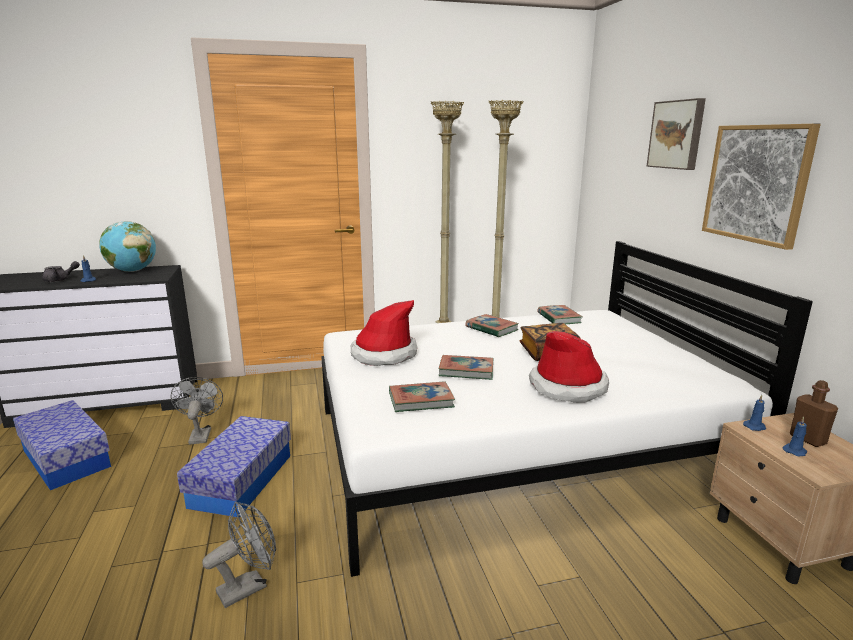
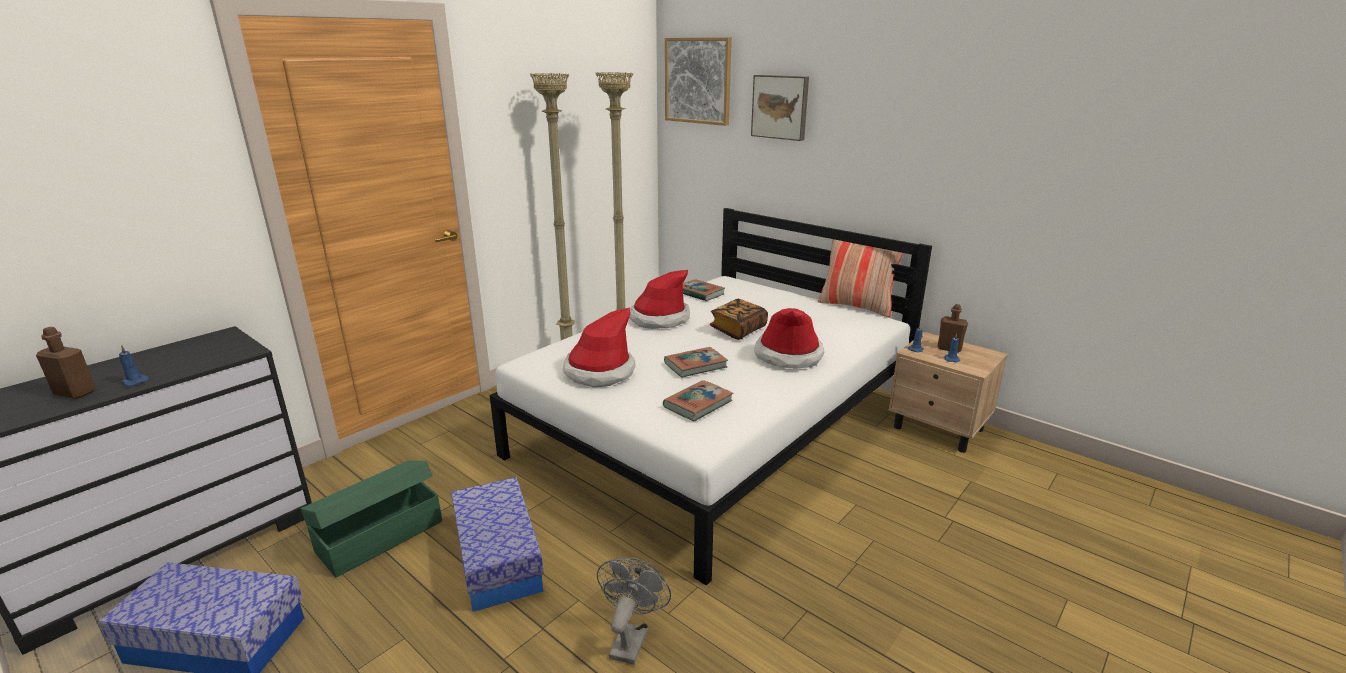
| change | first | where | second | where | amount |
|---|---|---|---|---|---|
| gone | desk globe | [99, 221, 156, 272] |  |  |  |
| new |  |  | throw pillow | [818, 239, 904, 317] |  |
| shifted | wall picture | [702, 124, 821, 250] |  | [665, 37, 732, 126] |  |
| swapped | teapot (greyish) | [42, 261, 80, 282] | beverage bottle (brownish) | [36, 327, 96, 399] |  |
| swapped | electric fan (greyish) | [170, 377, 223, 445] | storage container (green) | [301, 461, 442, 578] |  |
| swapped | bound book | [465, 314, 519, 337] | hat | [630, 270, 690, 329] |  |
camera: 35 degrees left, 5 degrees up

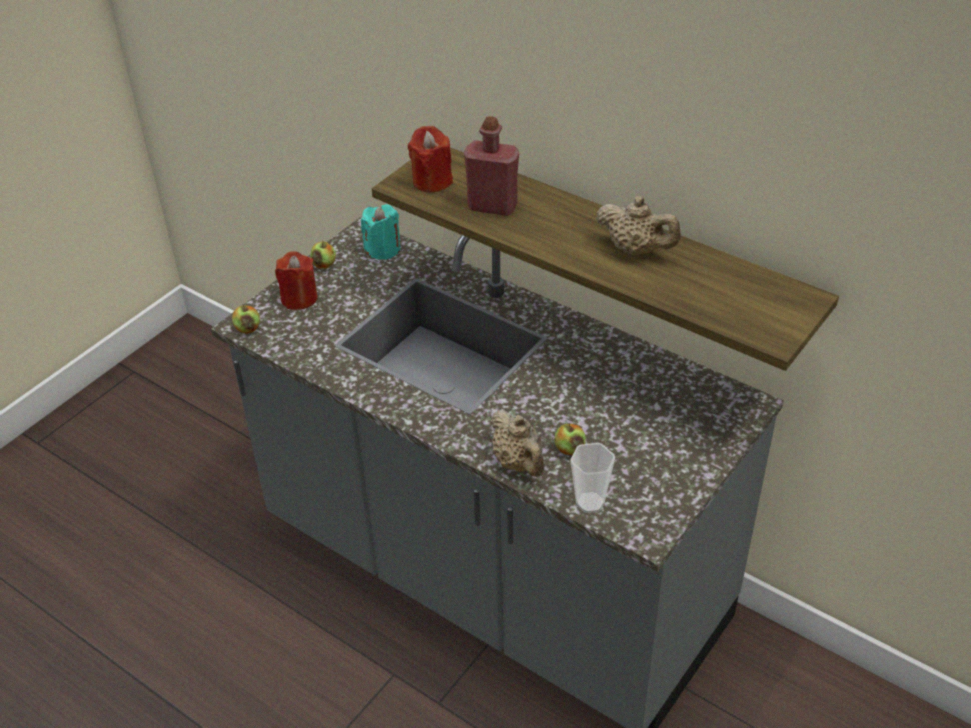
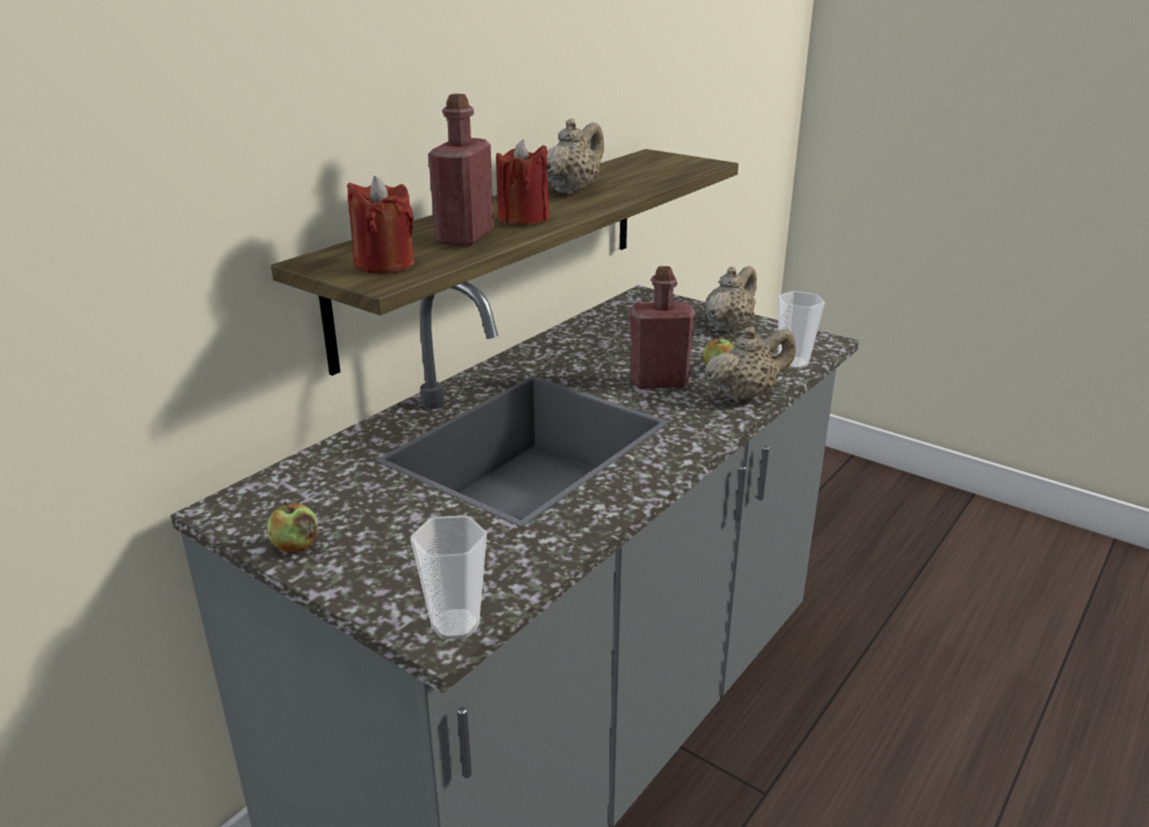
| change | first | where | second | where | amount |
|---|---|---|---|---|---|
| gone | wax light (turquoise-coloured) | [361, 204, 400, 260] |  |  |  |
| new |  |  | beverage bottle (reddish) | [630, 266, 696, 389] |  |
| new |  |  | teapot (beige-coloured) | [705, 266, 757, 333] |  |
| shifted | wax light (reddish) | [275, 251, 318, 310] |  | [496, 140, 550, 224] |  |
| swapped | apple fruit | [232, 304, 260, 334] | cup | [410, 515, 487, 640] |  |
camera: 90 degrees left, 15 degrees down

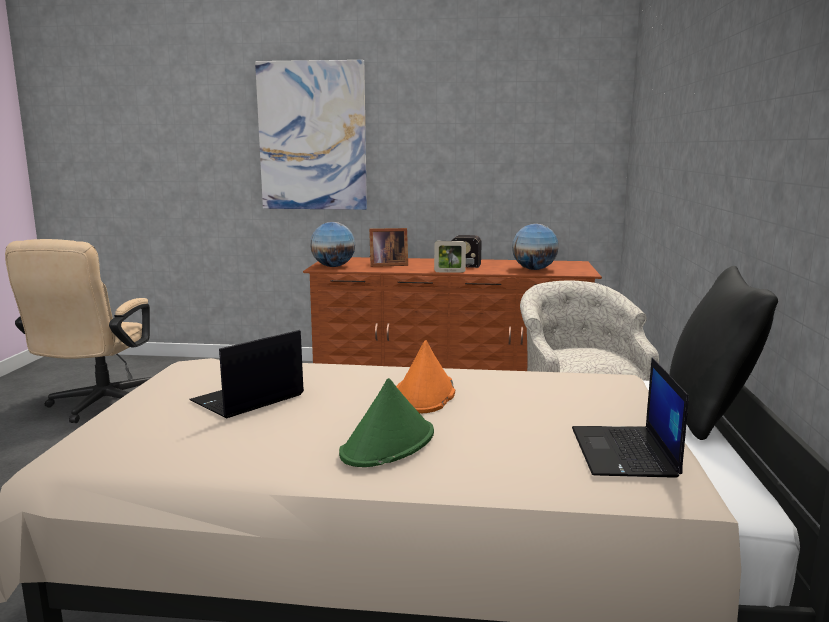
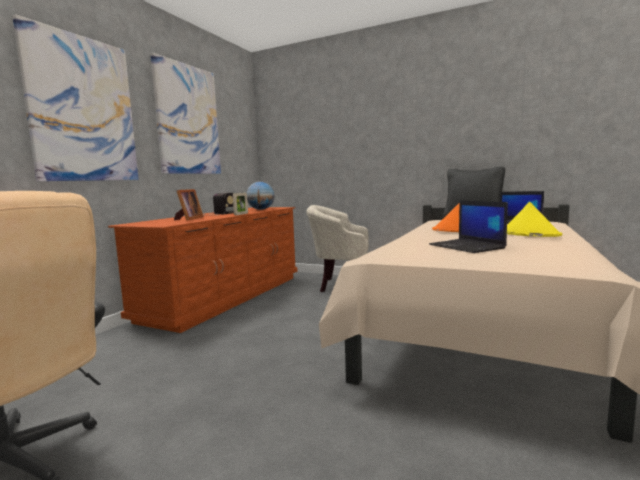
| change | first | where | second | where | amount |
|---|---|---|---|---|---|
| gone | desk globe | [310, 222, 355, 267] |  |  |  |
| new |  |  | wall picture | [150, 53, 221, 174] |  |
| repainted | hat (green) | [339, 378, 434, 467] | hat (yellowish) | [507, 202, 562, 237] |  |
camera: 70 degrees left, 5 degrees down

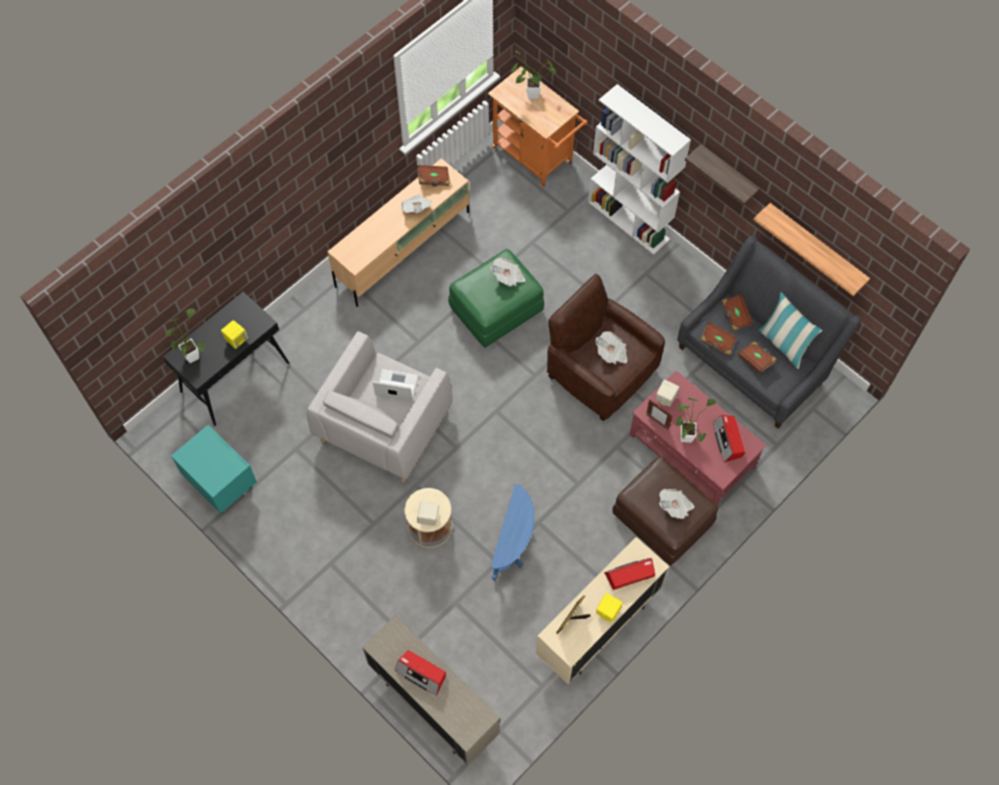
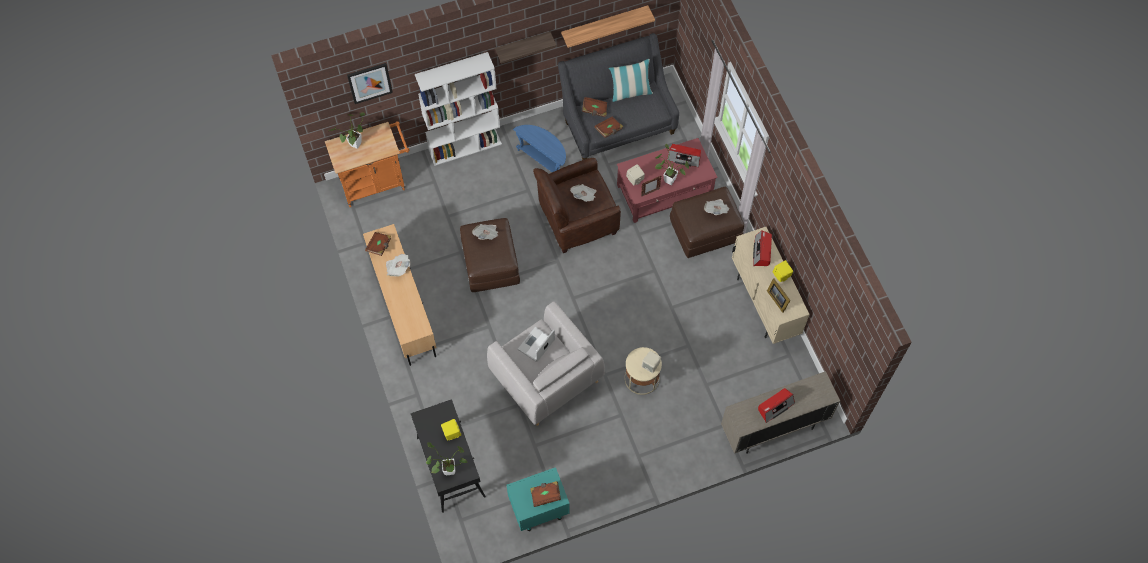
| change | first | where | second | where | amount |
|---|---|---|---|---|---|
| new |  |  | wall picture | [347, 63, 393, 104] |  |
| shifted | end table (blue-coloured) | [490, 484, 535, 581] |  | [513, 125, 566, 172] |  |
| shifted | bound book (brownish) | [738, 341, 777, 373] |  | [530, 481, 561, 507] |  |
| repainted | footrest (green) | [448, 249, 544, 348] | footrest (brownish) | [460, 218, 520, 292] |  |
camera: 65 degrees left, 0 degrees up

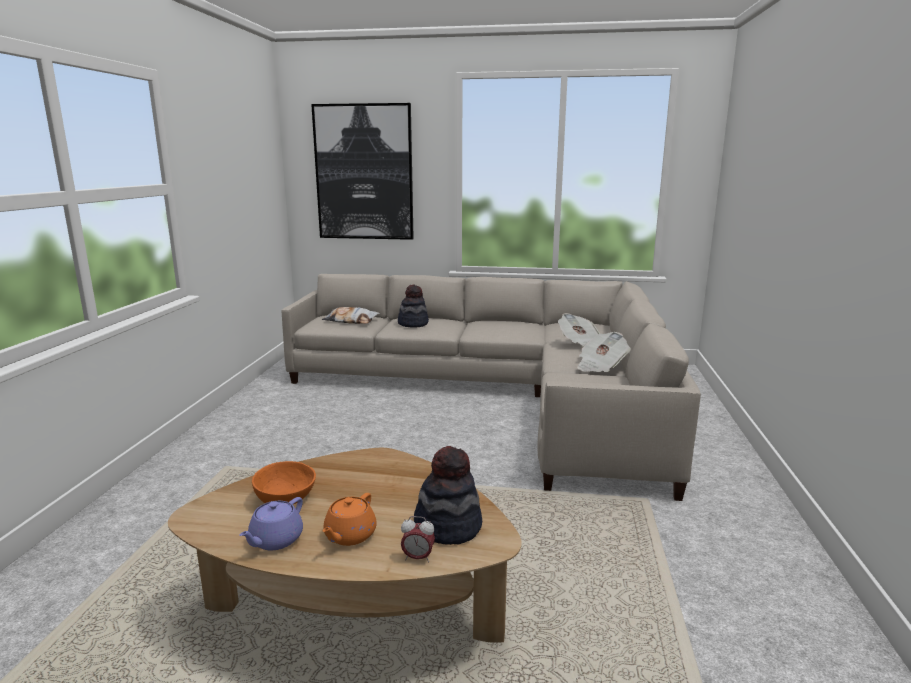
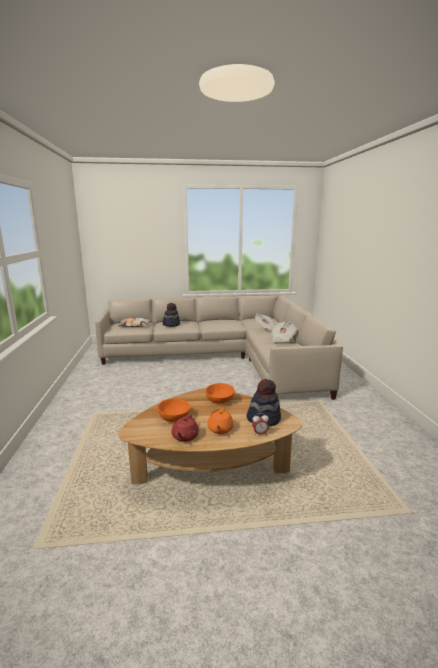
| change | first | where | second | where | amount |
|---|---|---|---|---|---|
| gone | wall picture | [311, 103, 414, 240] |  |  |  |
| new |  |  | deep dish (orange) | [205, 383, 235, 404] |  |
| repainted | teapot (purple-coloured) | [239, 497, 303, 550] | teapot (reddish) | [172, 414, 199, 442] |  |
camera: 15 degrees left, 0 degrees up

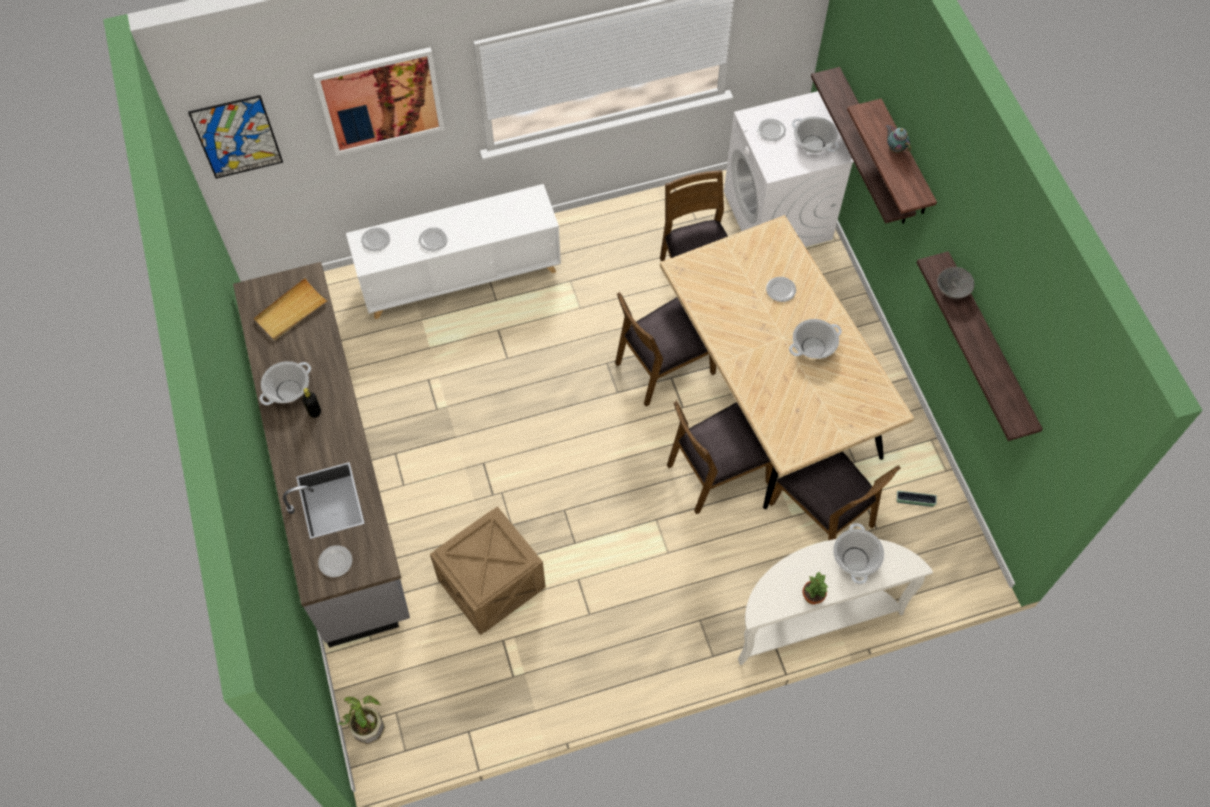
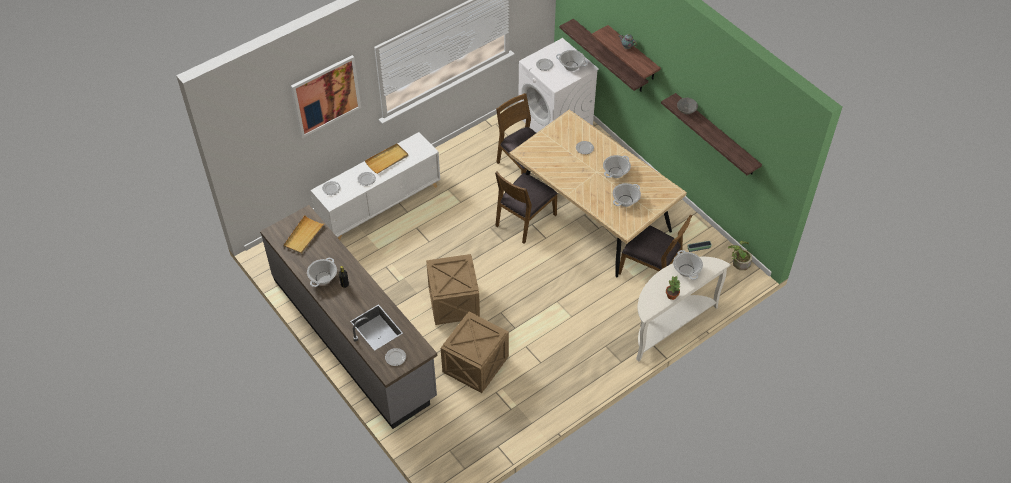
| change | first | where | second | where | amount |
|---|---|---|---|---|---|
| gone | wall picture | [188, 95, 283, 179] |  |  |  |
| gone | plain chair (brownish) | [667, 401, 773, 514] |  |  |  |
| new |  |  | tray (beige-coloured) | [365, 144, 408, 174] |  |
| new |  |  | packing crate | [426, 254, 480, 325] |  |
| new |  |  | saucepot | [613, 183, 641, 207] |  |
| shifted | houseplant | [338, 696, 385, 744] |  | [728, 241, 752, 270] |  |
camera: 20 degrees left, 10 degrees down

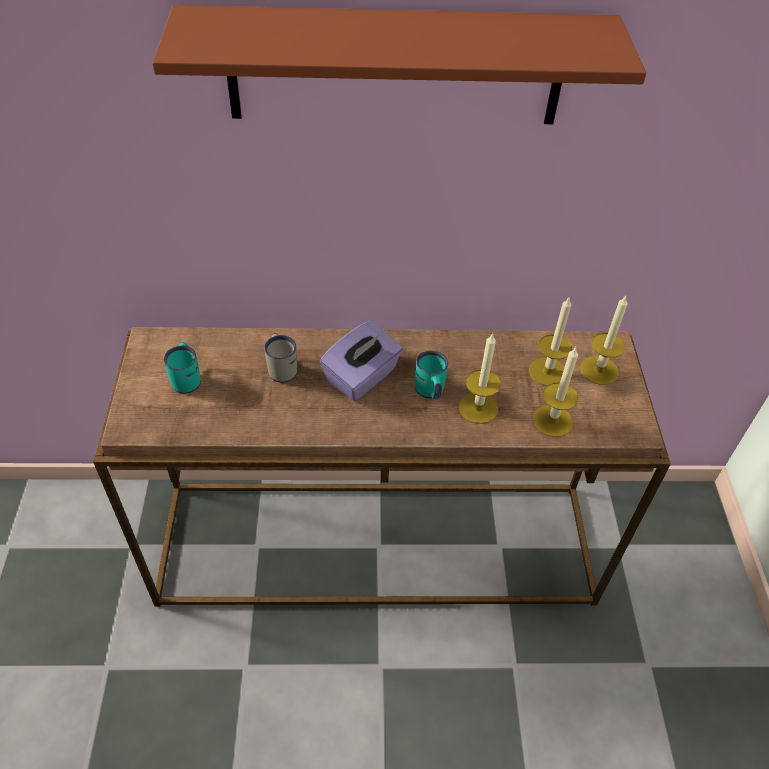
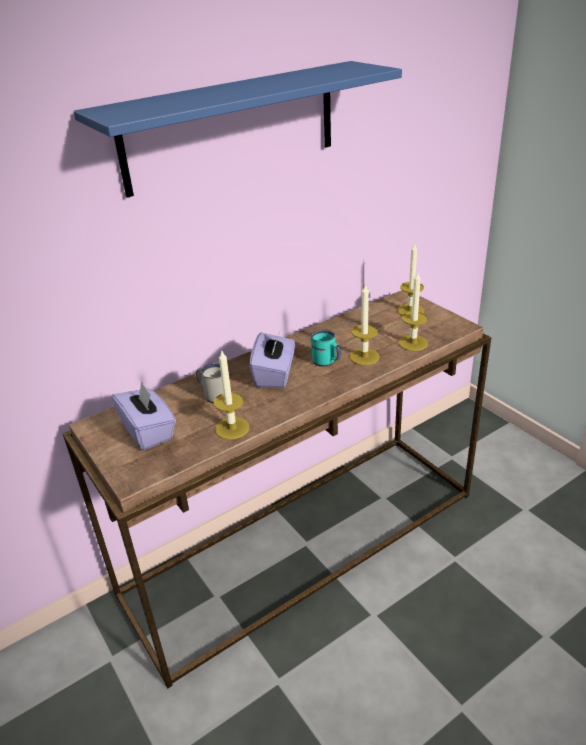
| change | first | where | second | where | amount |
|---|---|---|---|---|---|
| shifted | wax light | [529, 298, 572, 386] |  | [214, 349, 249, 440] |  |
| swapped | mug (turquoise-coloured) | [163, 343, 201, 394] | tissue box (purple-coloured) | [112, 381, 176, 451] |  |
| repainted | shelf (brownish) | [152, 5, 646, 124] | shelf (blue-coloured) | [74, 61, 402, 198] |  |
camera: 30 degrees left, 15 degrees down

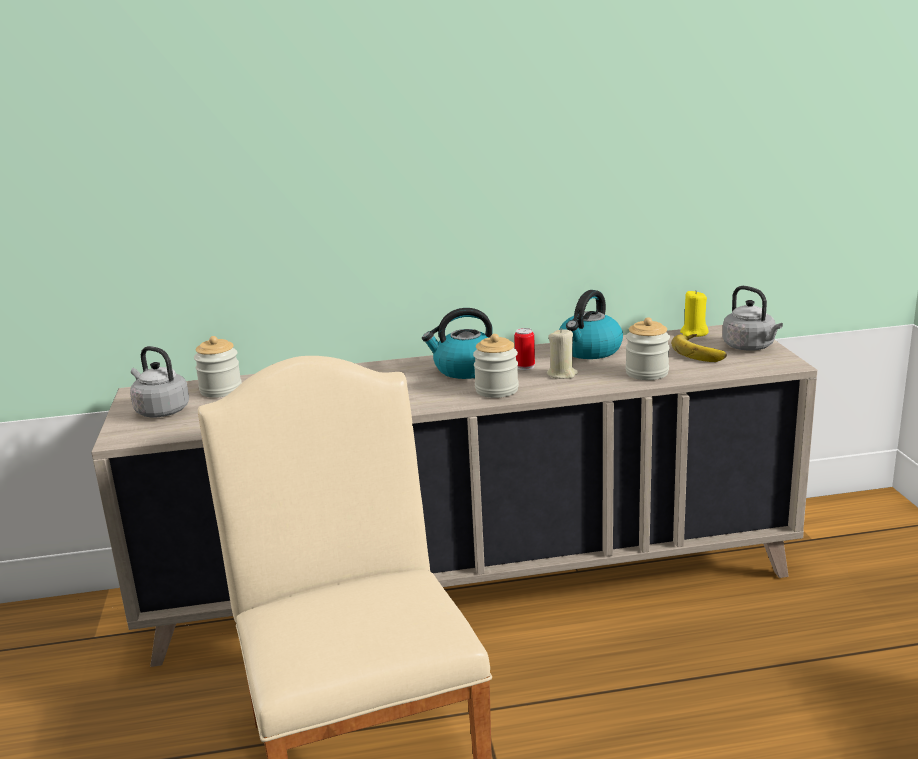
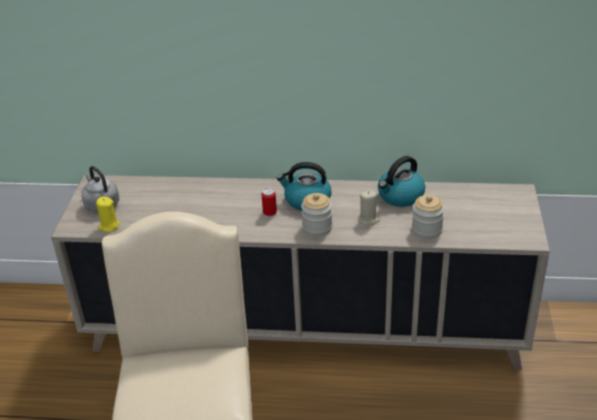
| change | first | where | second | where | amount |
|---|---|---|---|---|---|
| gone | jar | [194, 336, 242, 398] |  |  |  |
| gone | banana | [671, 334, 727, 362] |  |  |  |
| gone | water kettle (greyish) | [722, 286, 783, 351] |  |  |  |
| shifted | can | [514, 328, 535, 370] |  | [262, 188, 277, 218] |  |
| shifted | wax light (yellowish) | [680, 290, 709, 337] |  | [96, 197, 120, 232] |  |
camera: 15 degrees right, 15 degrees up

